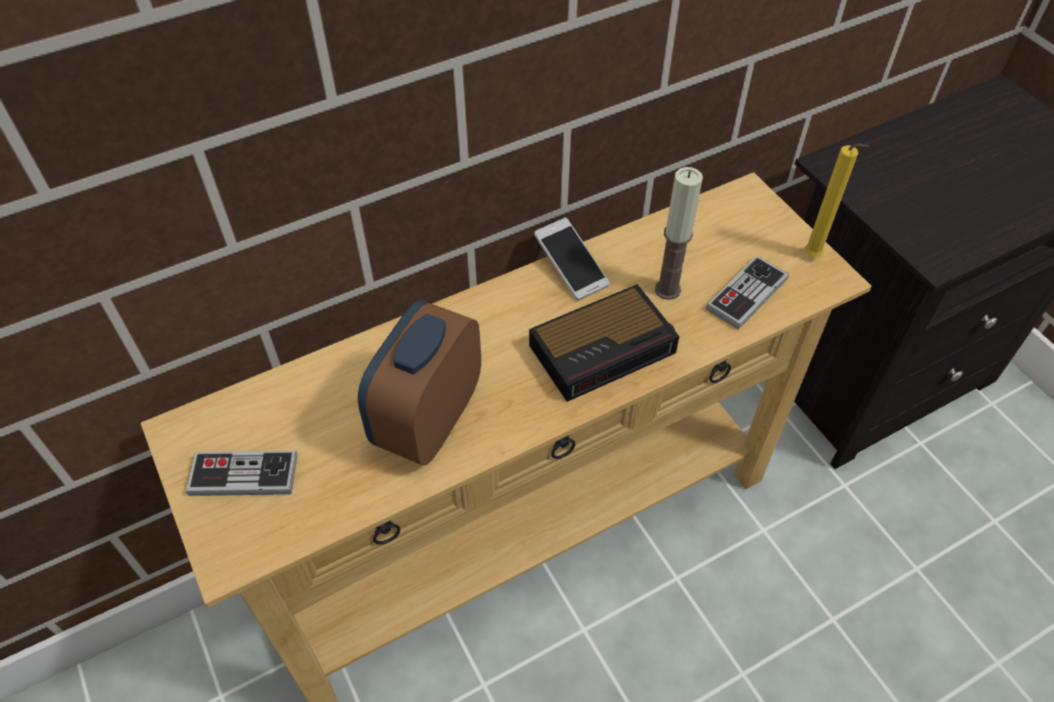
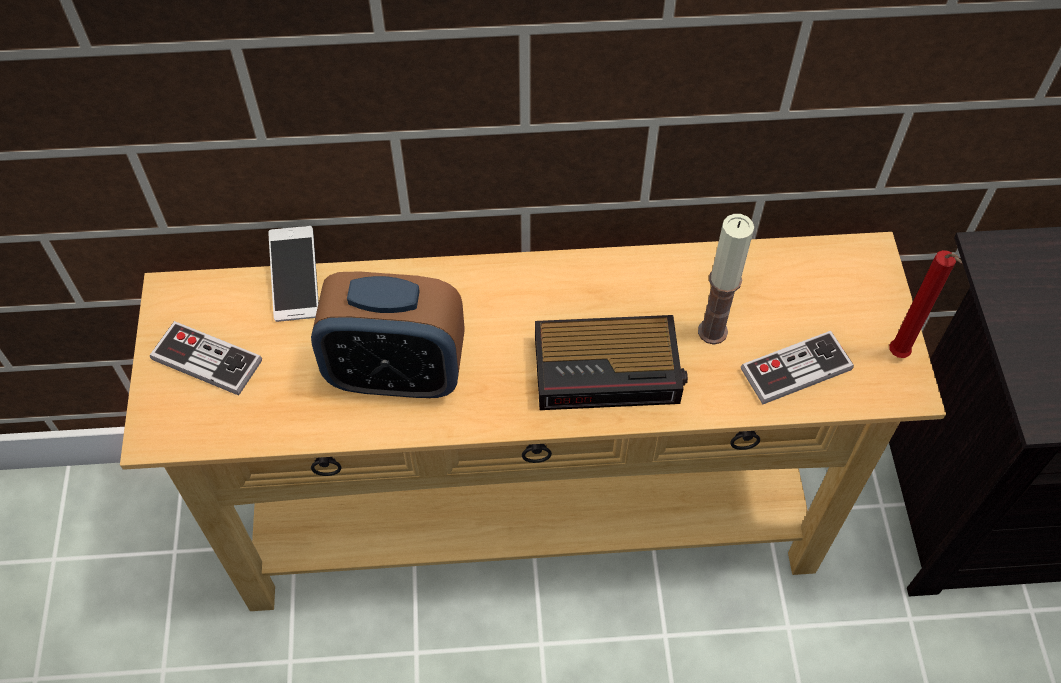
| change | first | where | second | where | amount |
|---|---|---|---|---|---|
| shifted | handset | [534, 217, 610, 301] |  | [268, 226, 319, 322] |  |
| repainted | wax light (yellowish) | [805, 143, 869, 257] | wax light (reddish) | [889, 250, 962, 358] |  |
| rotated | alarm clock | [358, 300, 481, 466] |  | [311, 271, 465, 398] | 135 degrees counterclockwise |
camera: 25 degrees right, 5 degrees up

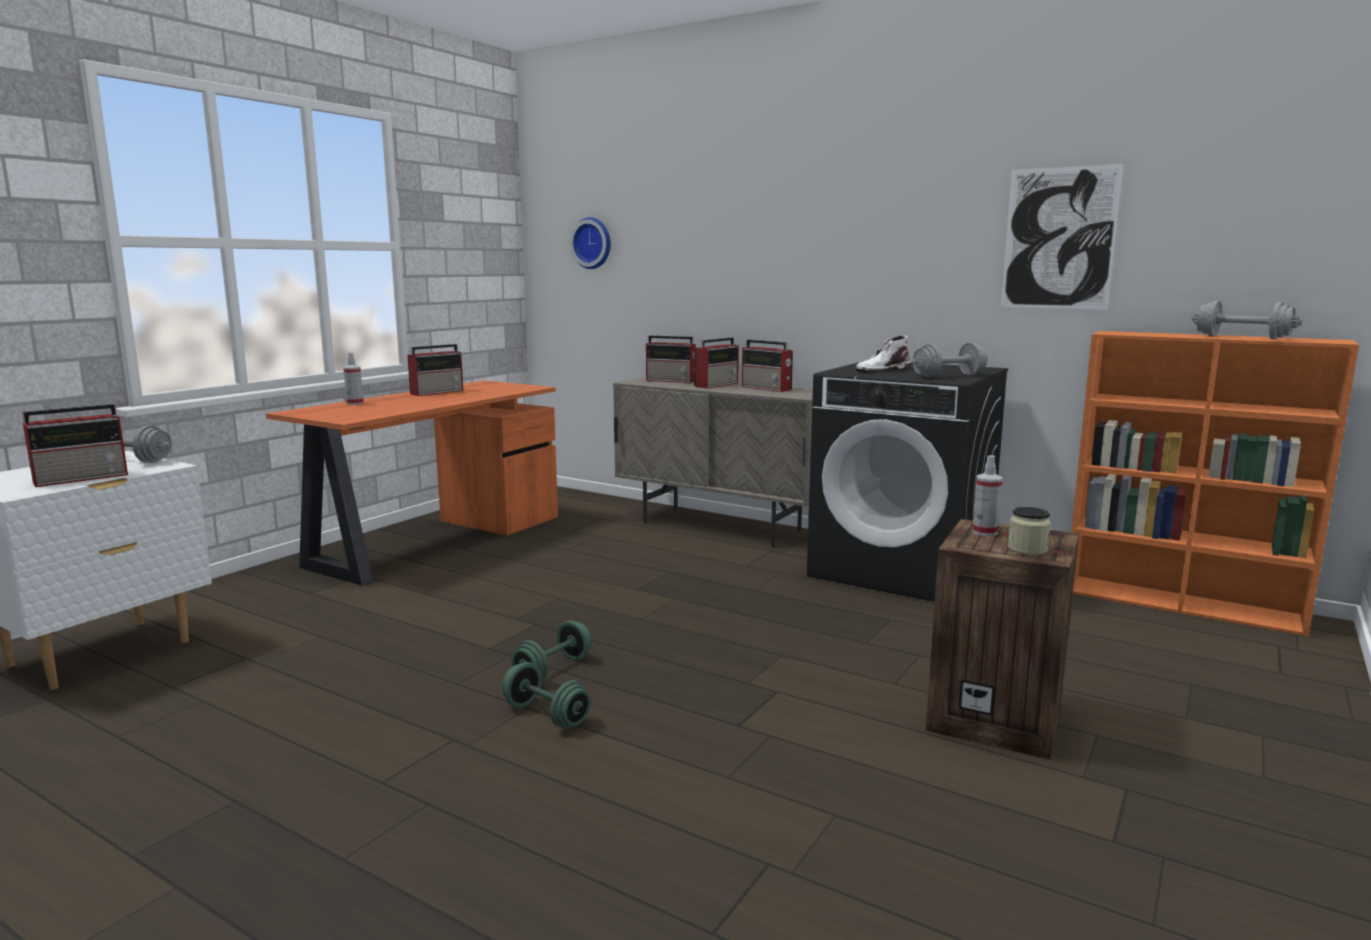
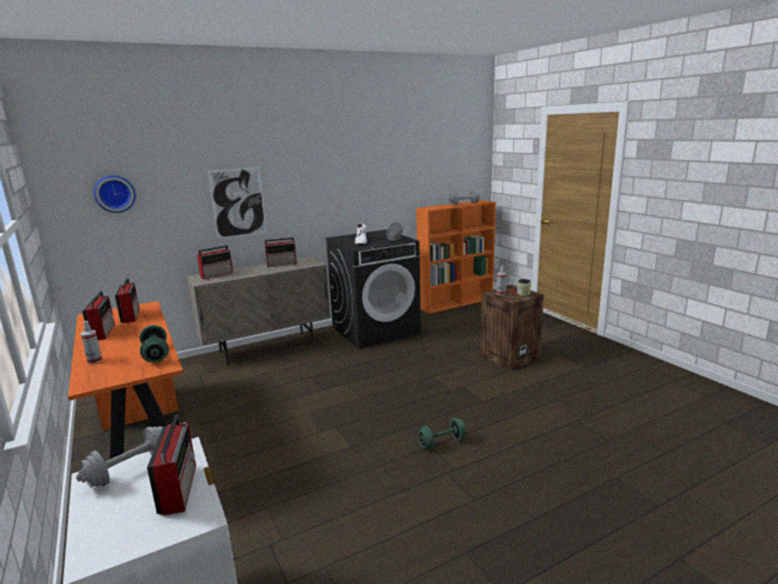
| change | first | where | second | where | amount |
|---|---|---|---|---|---|
| shifted | free weight (green) | [512, 621, 592, 680] |  | [140, 325, 169, 363] |  |
| shifted | radio receiver | [694, 337, 739, 388] |  | [115, 278, 140, 323] |  |
| shifted | wall picture | [1001, 164, 1123, 309] |  | [208, 167, 267, 239] |  |
camera: 60 degrees left, 5 degrees up

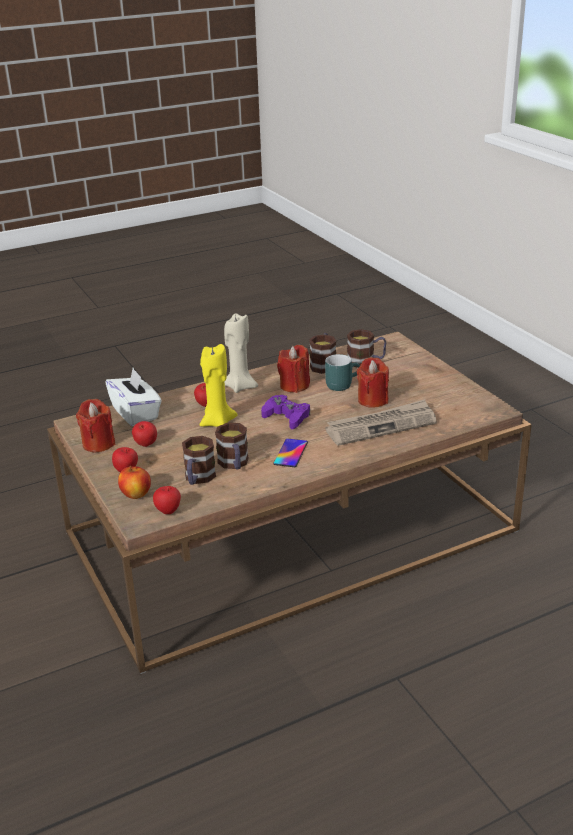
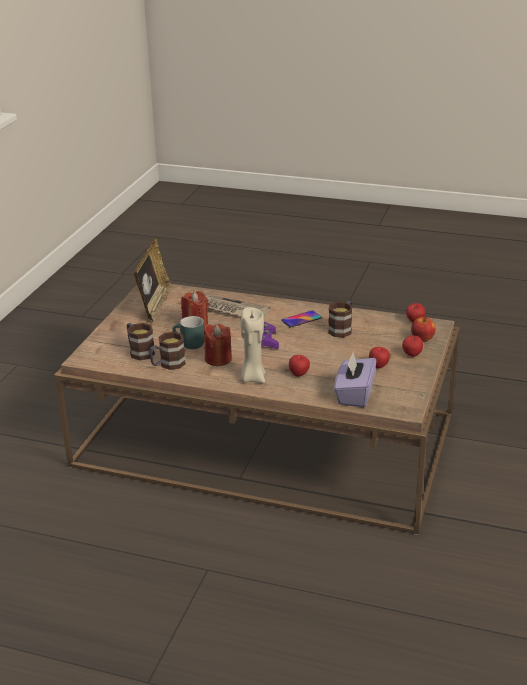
| change | first | where | second | where | amount |
|---|---|---|---|---|---|
| gone | wax light (reddish) | [76, 399, 115, 453] |  |  |  |
| gone | mug | [182, 436, 216, 485] |  |  |  |
| gone | wax light (yellowish) | [199, 344, 238, 427] |  |  |  |
| new |  |  | standing frame | [134, 238, 173, 322] |  |
| repainted | tissue box (white) | [105, 368, 162, 426] | tissue box (purple-coloured) | [334, 353, 376, 407] |  |
camera: 135 degrees left, 0 degrees up

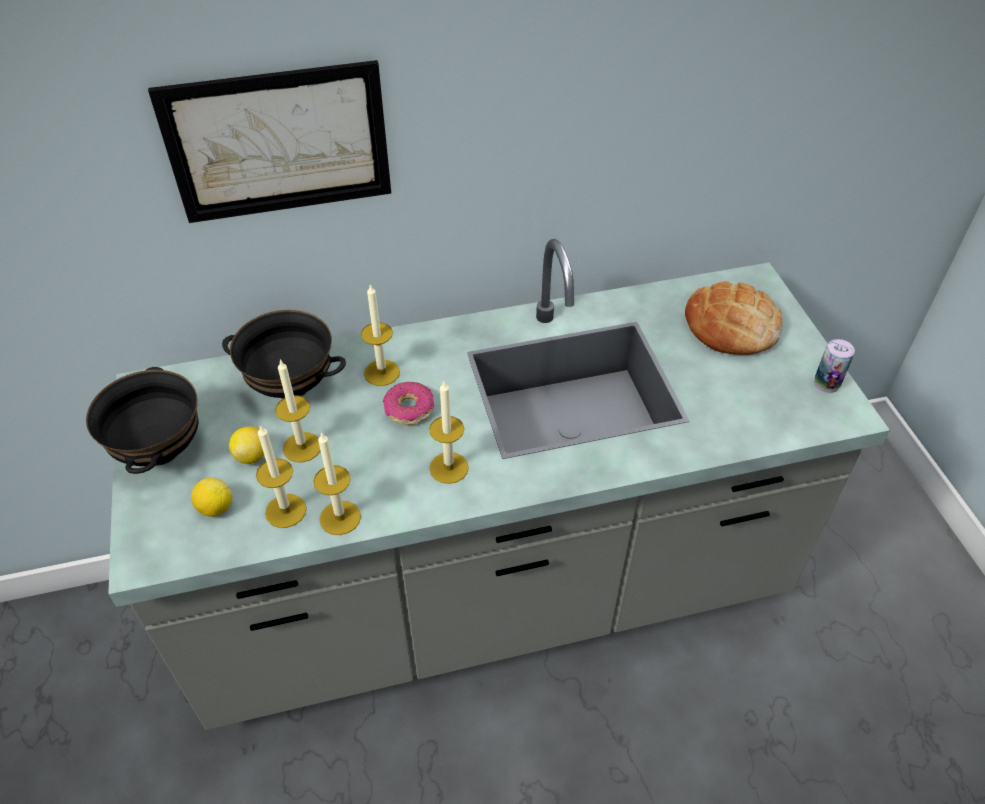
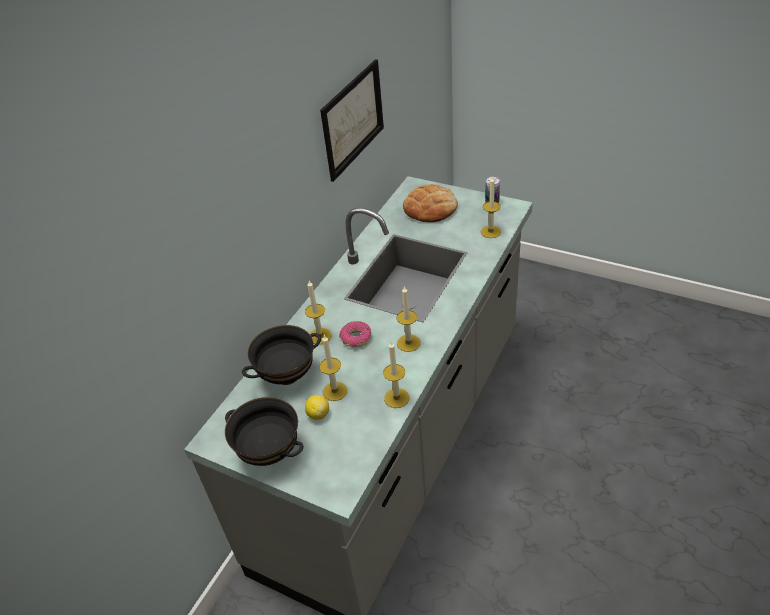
| change | first | where | second | where | amount |
|---|---|---|---|---|---|
| gone | lemon | [191, 478, 232, 517] |  |  |  |
| shifted | wall picture | [148, 60, 391, 223] |  | [320, 59, 384, 182] |  |
| shifted | wax light | [256, 425, 307, 528] |  | [481, 176, 501, 238] |  |
camera: 45 degrees left, 5 degrees down

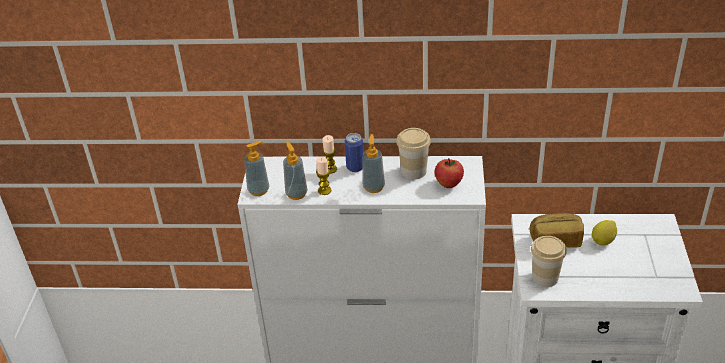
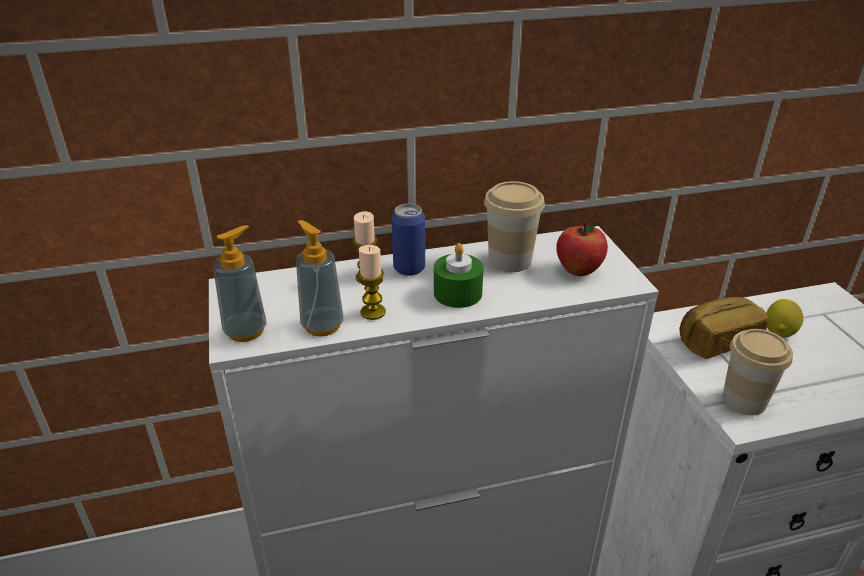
| change | first | where | second | where | amount |
|---|---|---|---|---|---|
| swapped | soap dispenser | [363, 134, 385, 193] | wax light (green) | [434, 243, 484, 308] |  |
camera: 20 degrees left, 5 degrees down

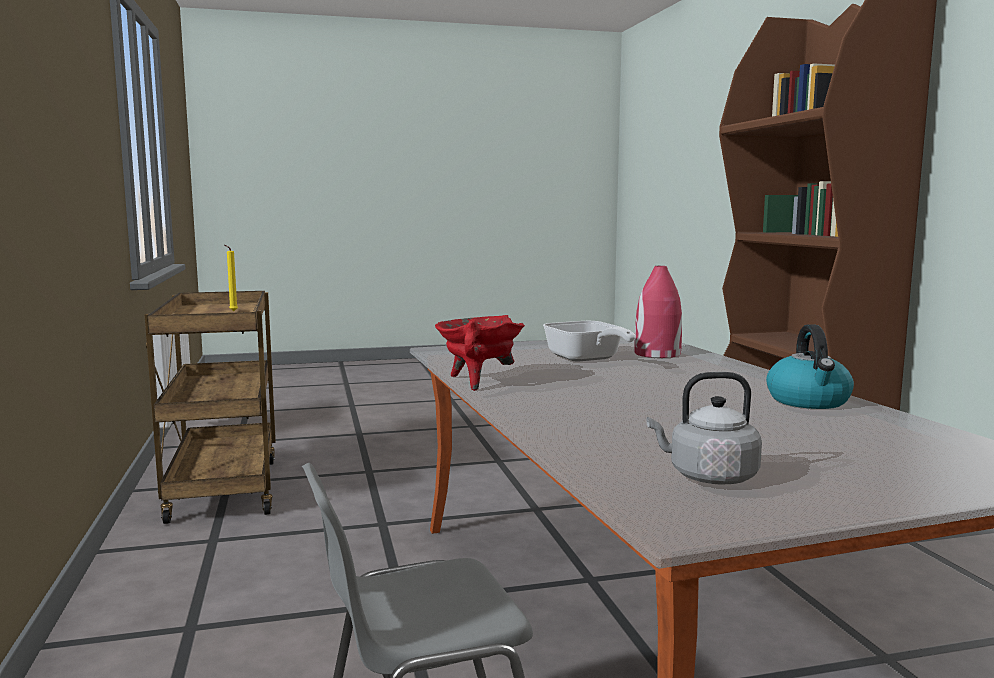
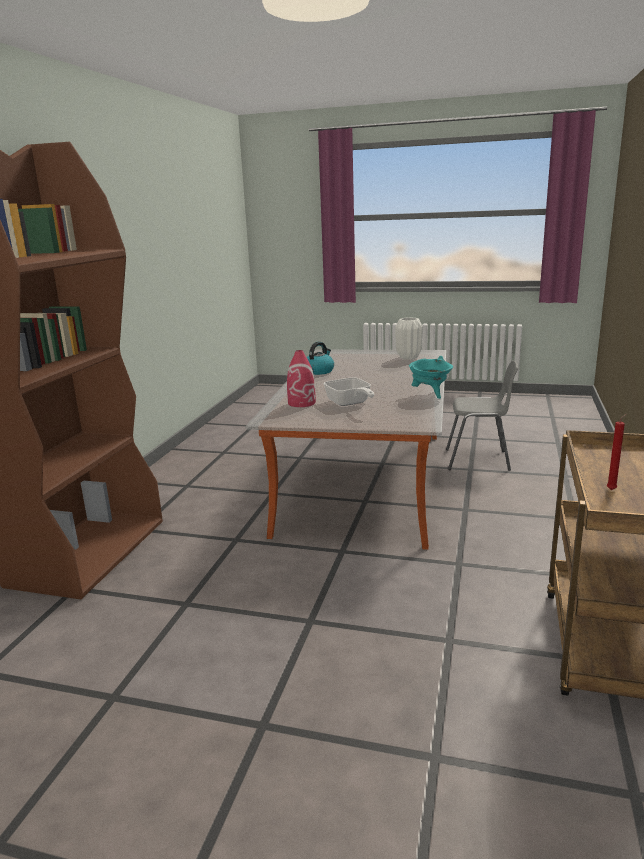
| change | first | where | second | where | amount |
|---|---|---|---|---|---|
| swapped | water kettle (greyish) | [646, 372, 762, 484] | decorative vase (white) | [395, 317, 423, 360] |  |
| repainted | wax light (yellowish) | [225, 245, 238, 311] | wax light (reddish) | [607, 414, 627, 490] |  |
| repainted | saucepot (reddish) | [435, 315, 525, 391] | saucepot (turquoise-coloured) | [409, 356, 453, 399] |  |
| rotated | frying pan | [543, 321, 635, 362] |  | [323, 377, 374, 406] | 150 degrees clockwise |
camera: 150 degrees left, 10 degrees up

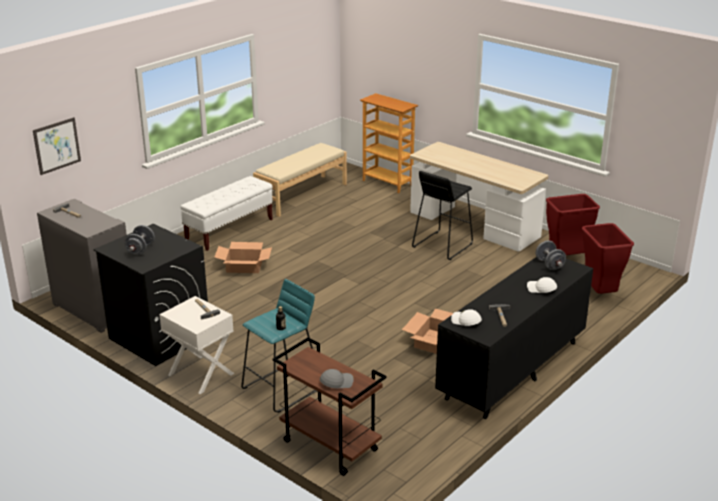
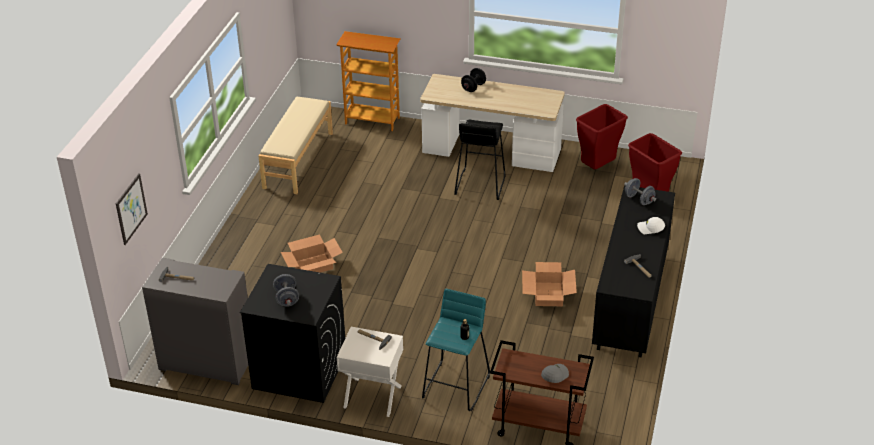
| change | first | where | second | where | amount |
|---|---|---|---|---|---|
| gone | bench (white) | [180, 176, 273, 251] |  |  |  |
| gone | baseball cap (white) | [451, 309, 482, 326] |  |  |  |
| new |  |  | free weight (blackish) | [461, 68, 486, 92] |  |
camera: 25 degrees left, 10 degrees up

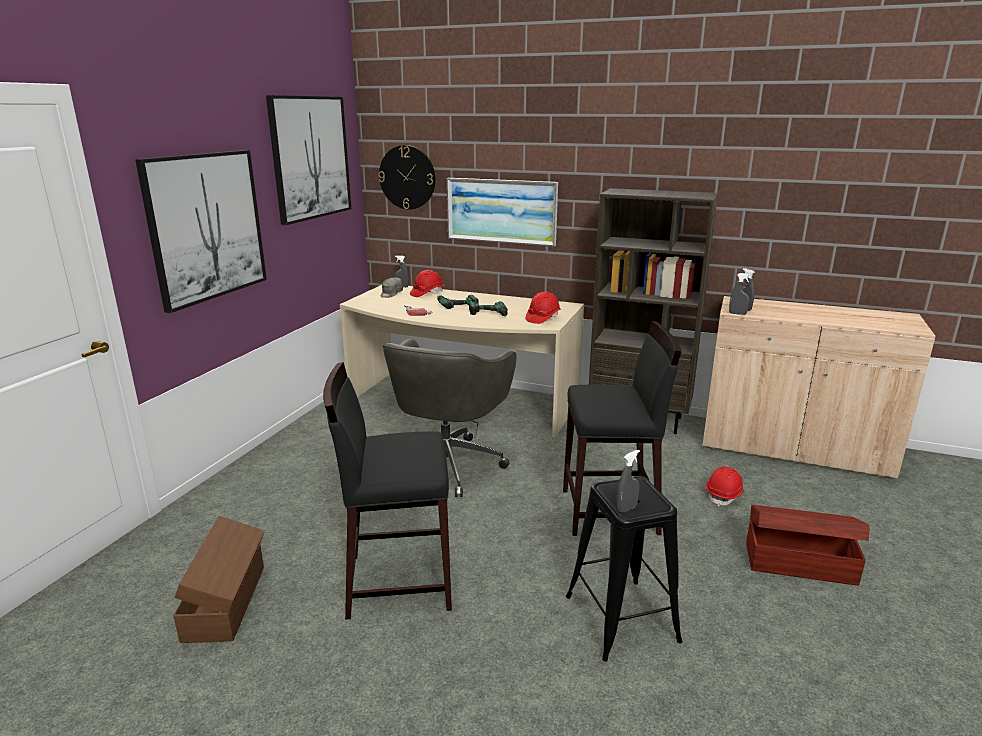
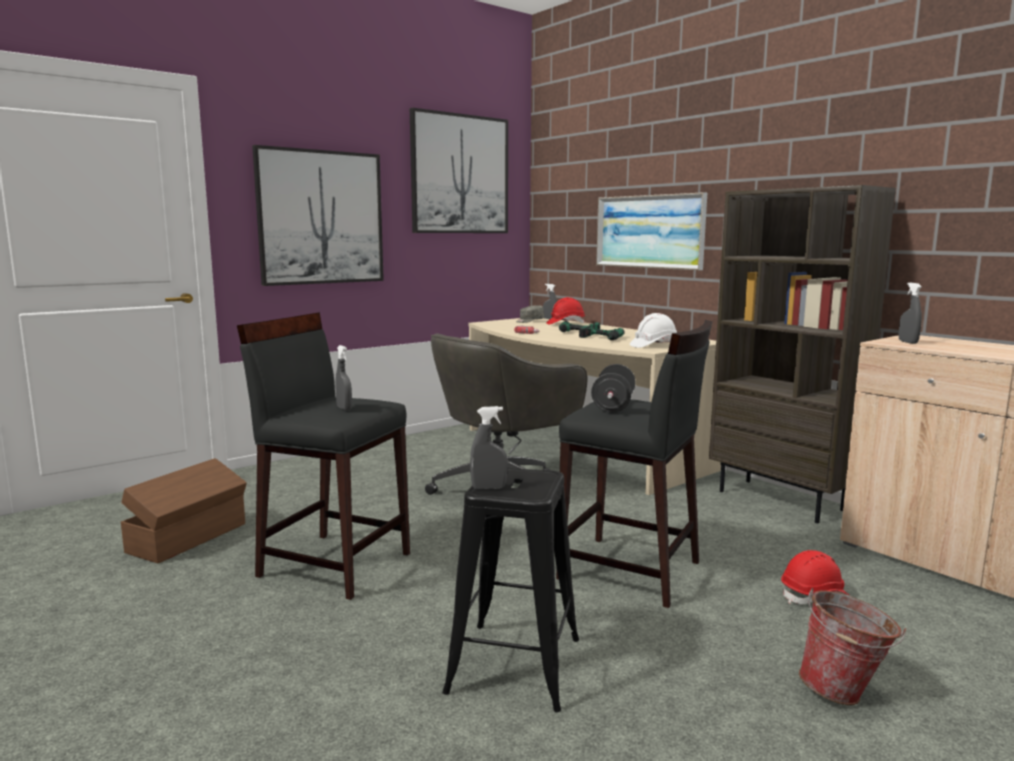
| change | first | where | second | where | amount |
|---|---|---|---|---|---|
| gone | hanging clock | [378, 145, 435, 210] |  |  |  |
| new |  |  | free weight (blackish) | [591, 364, 636, 413] |  |
| shifted | sprayer (greyish) | [729, 273, 751, 315] |  | [335, 345, 352, 410] |  |
| swapped | storage container (brownish) | [746, 505, 870, 586] | bucket | [799, 588, 906, 705] |  |
| repainted | work helmet (reddish) | [526, 291, 561, 324] | work helmet (white) | [630, 313, 677, 348] |  |
camera: 30 degrees right, 10 degrees down

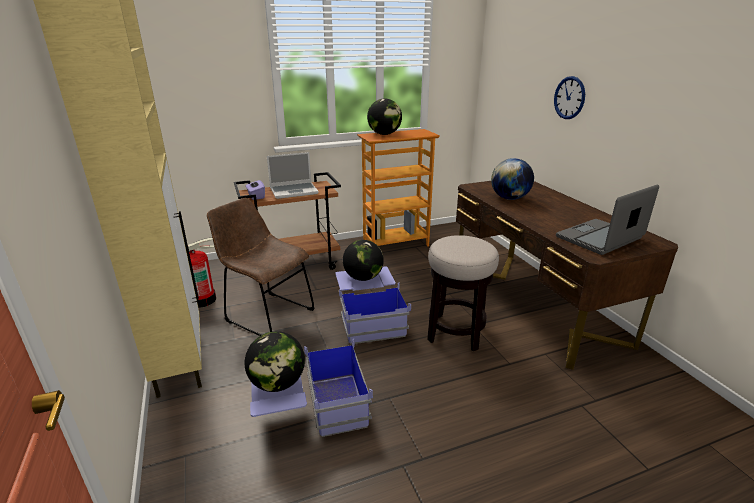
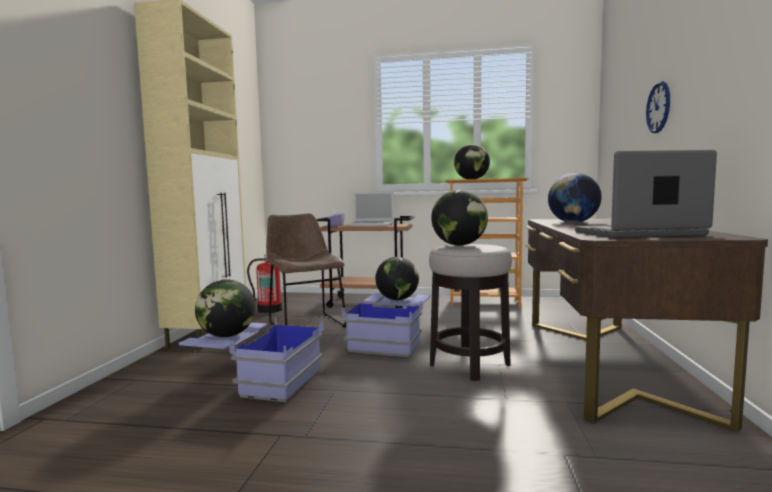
| change | first | where | second | where | amount |
|---|---|---|---|---|---|
| new |  |  | desk globe | [431, 190, 488, 246] |  |
camera: 30 degrees right, 20 degrees down

